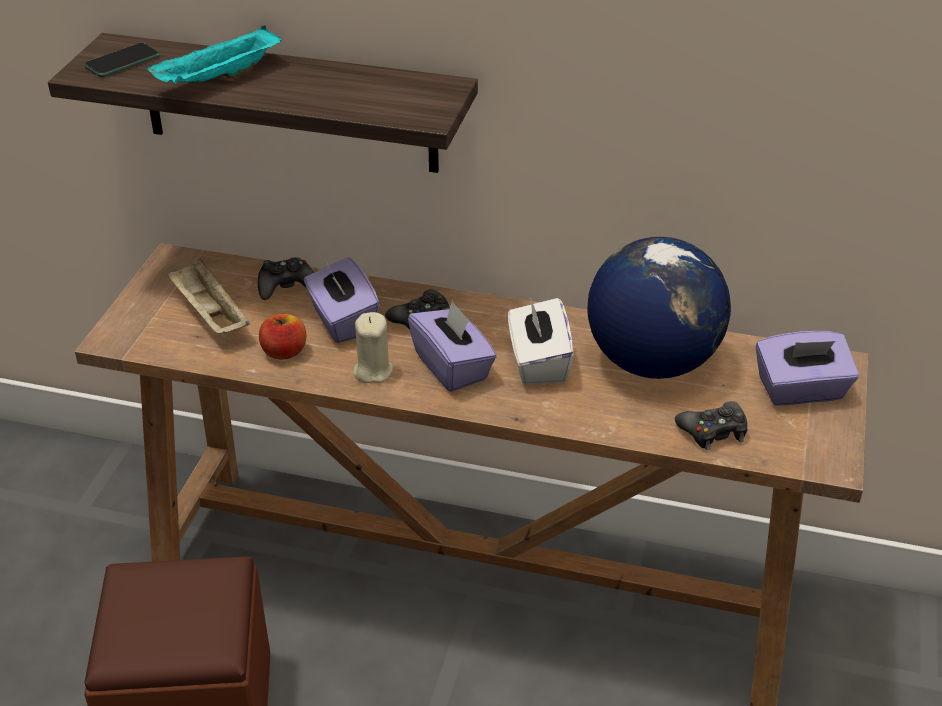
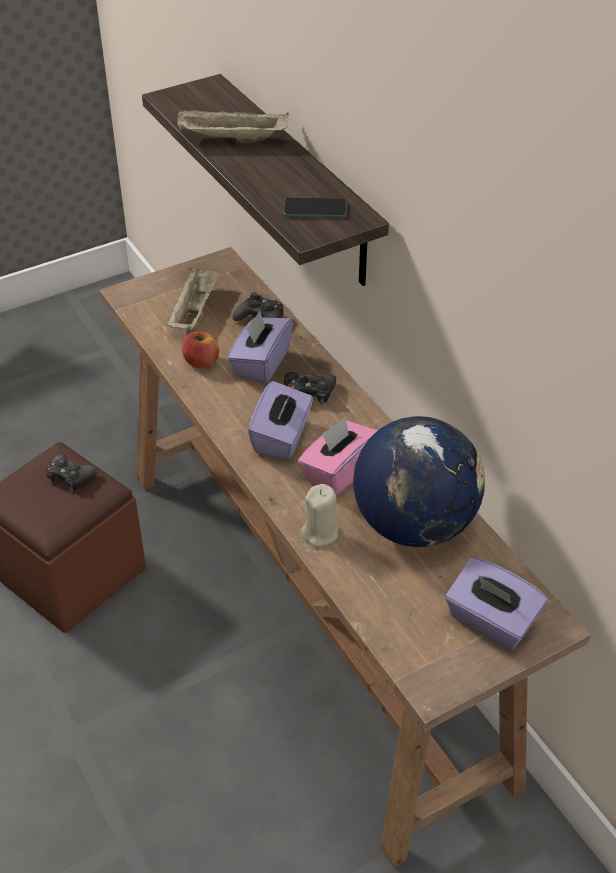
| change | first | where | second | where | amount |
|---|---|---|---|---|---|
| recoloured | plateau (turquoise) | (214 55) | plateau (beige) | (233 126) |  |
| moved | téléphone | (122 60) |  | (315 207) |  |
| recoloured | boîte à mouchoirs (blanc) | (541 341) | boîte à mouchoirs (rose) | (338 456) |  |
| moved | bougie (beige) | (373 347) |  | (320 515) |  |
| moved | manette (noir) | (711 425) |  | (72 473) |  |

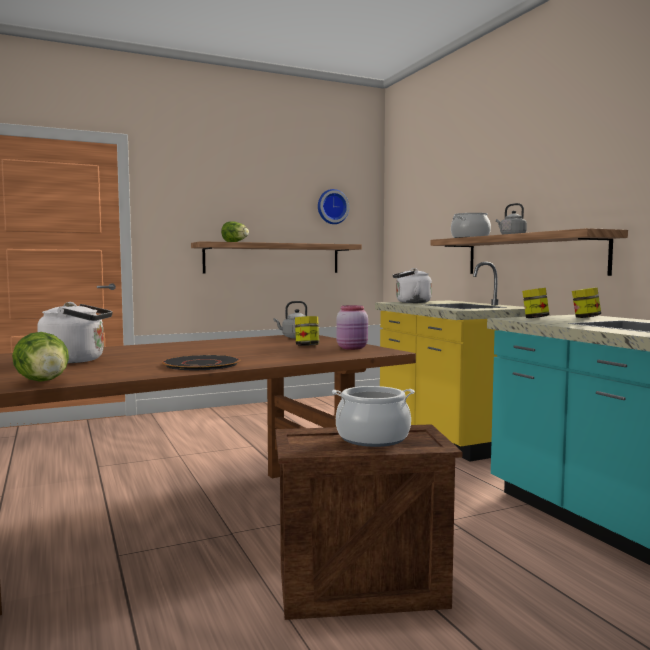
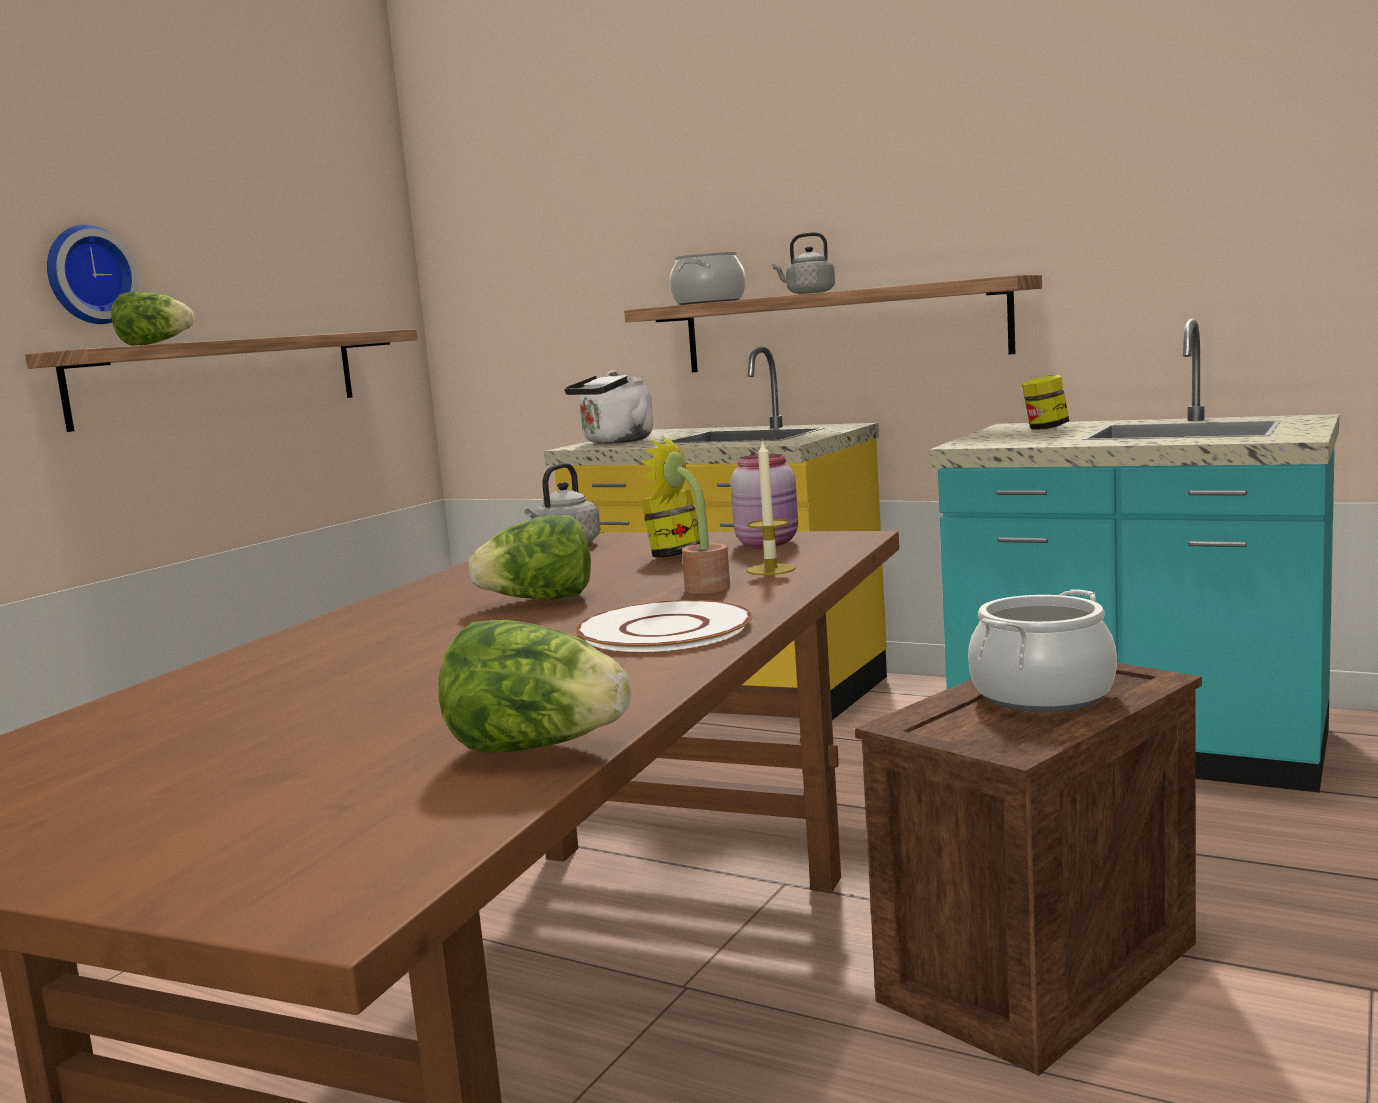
| change | first | where | second | where | amount |
|---|---|---|---|---|---|
| moved | horloge murale | (333 206) |  | (93 274) |  |
| removed | bocal | (536 303) |  |  |  |
| removed | bouilloire (blanc) | (75 332) |  |  |  |
| recoloured | assiette (noir) | (201 362) | assiette (blanc) | (664 626) |  |
| added |  |  | plante en pot | (685 515) |  |
| added |  |  | bougie | (771 507) |  |
| added |  |  | laitue | (529 557) |  |

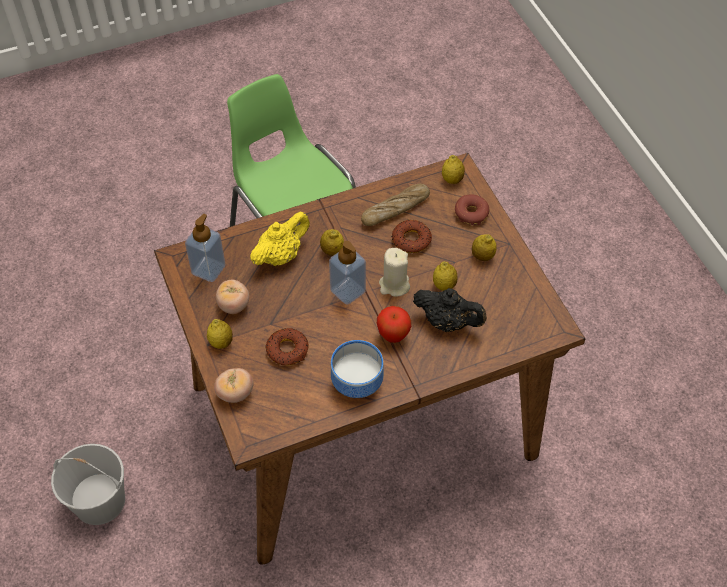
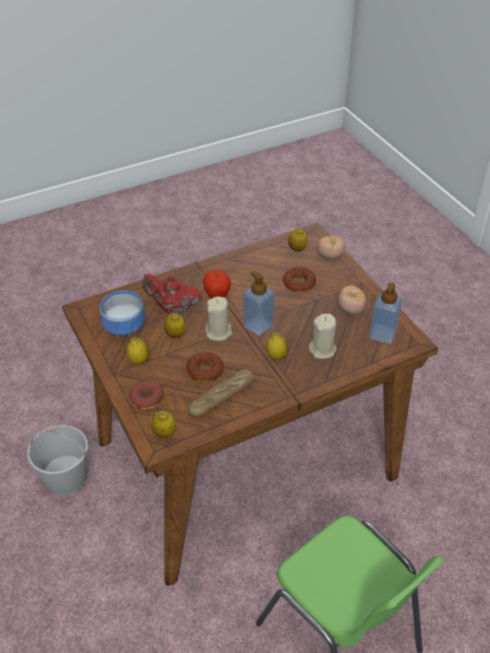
| change | first | where | second | where | amount |
|---|---|---|---|---|---|
| replaced | théière (jaune) | (280 239) | bougie (beige) | (322 336) |  |
| recoloured | théière (noir) | (450 310) | théière (rouge) | (172 294) |  |
| moved | citron | (220 334) |  | (297 239) |  |
| moved | bol | (357 369) |  | (122 313) |  |
| moved | seau (blanc) | (88 484) |  | (57 460) |  |

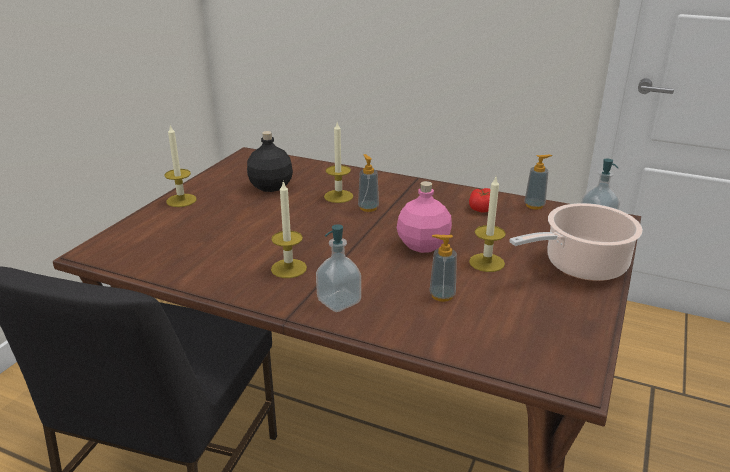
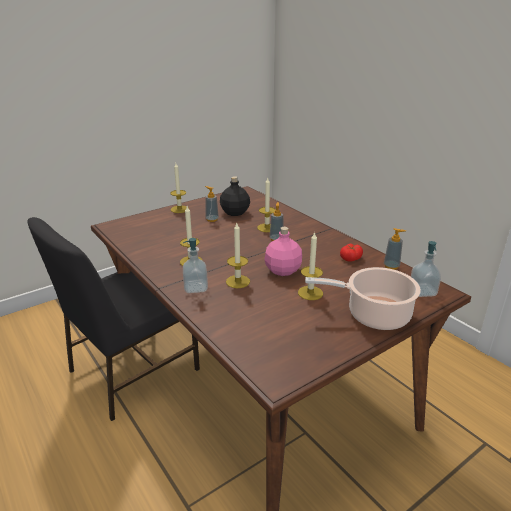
| change | first | where | second | where | amount |
|---|---|---|---|---|---|
| moved | distributeur de savon | (443 268) |  | (212 204) |  |
| added |  |  | bougie | (238 255) |  |

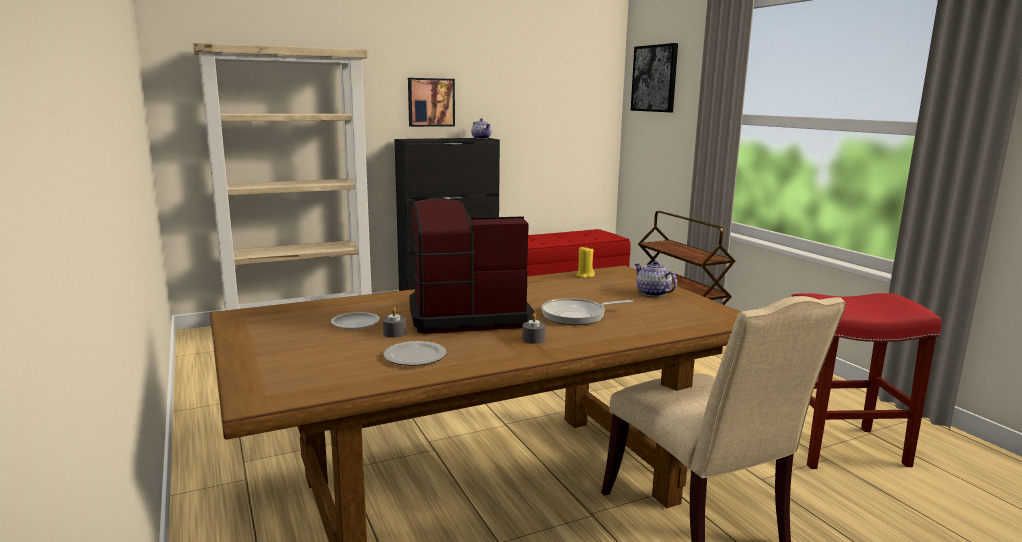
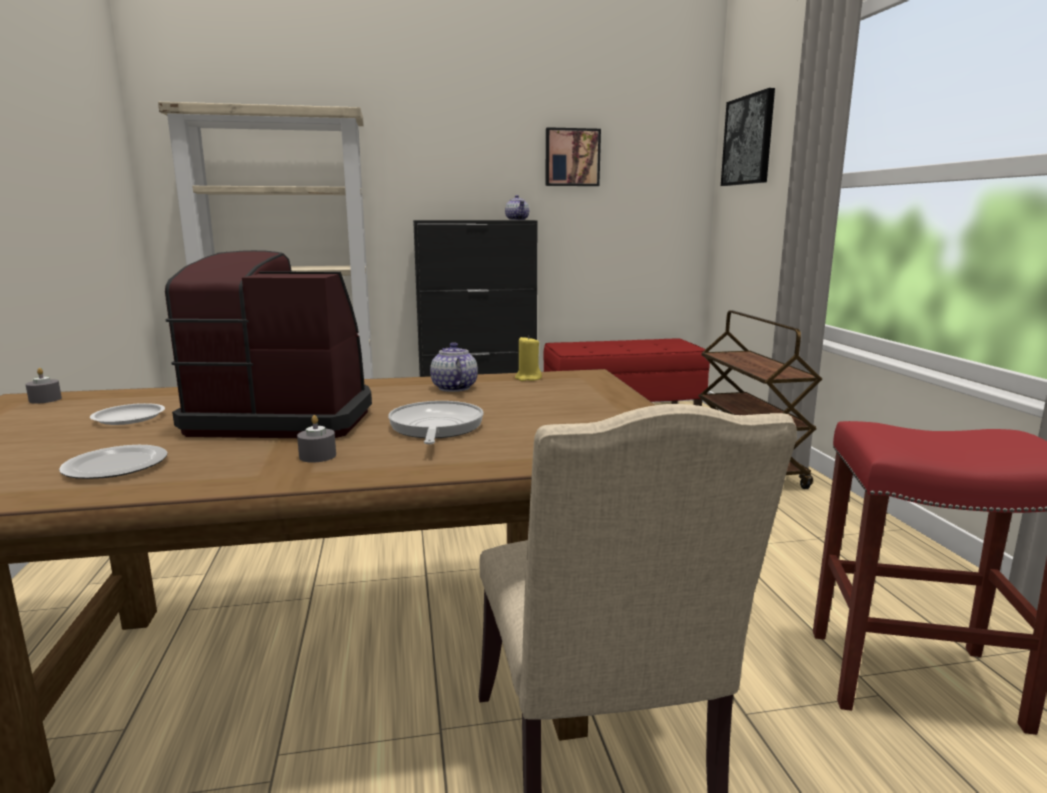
| change | first | where | second | where | amount |
|---|---|---|---|---|---|
| moved | tableau | (431 102) |  | (573 156) |  |
| moved | théière | (655 279) |  | (454 367) |  |
| turned | poêle | (587 311) |  | (436 422) | 90 degrees clockwise |
| moved | bougie (gris) | (394 323) |  | (43 386) |  |

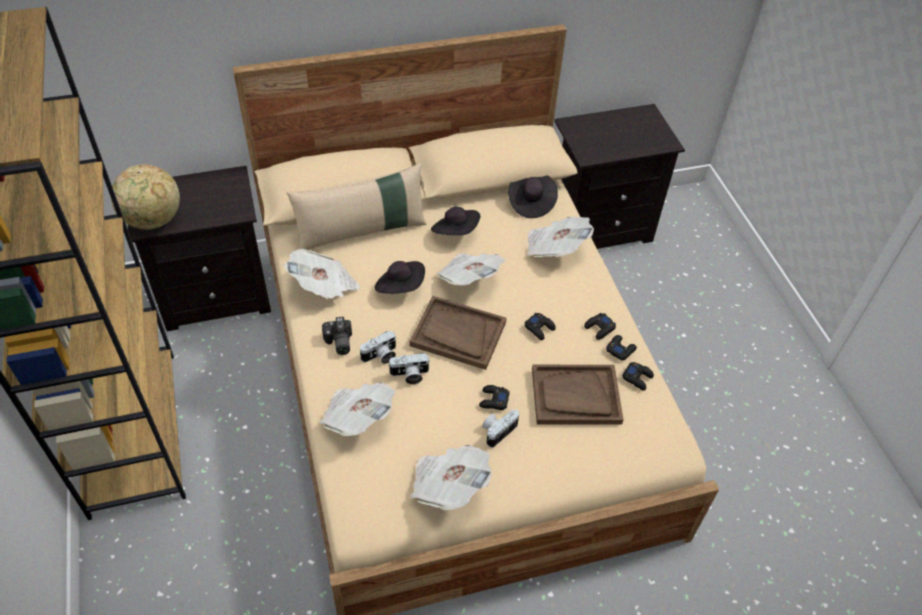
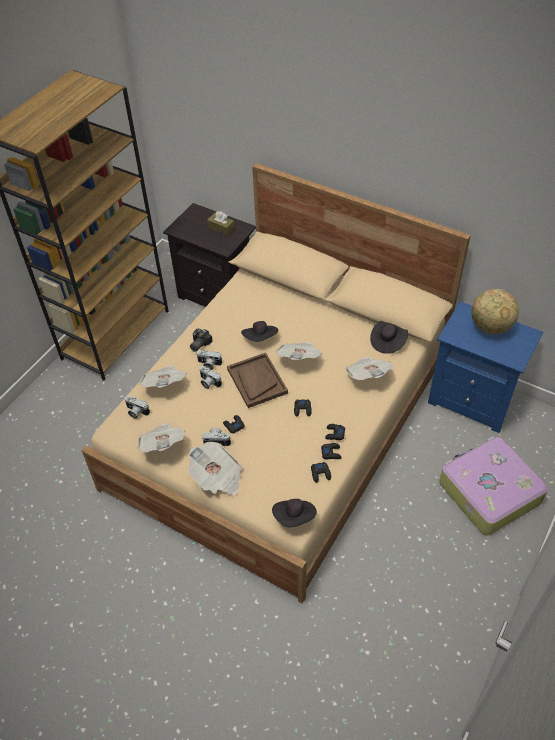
| change | first | where | second | where | amount |
|---|---|---|---|---|---|
| recoloured | table de chevet (noir) | (619 176) | table de chevet (bleu) | (485 367) |  |
| removed | coussin (beige) | (356 206) |  |  |  |
| moved | globe | (145 197) |  | (495 311) |  |
| moved | chapeau (noir) | (455 221) |  | (294 513) |  |
| moved | journal | (322 274) |  | (215 468) |  |
| removed | plateau (marron) | (577 395) |  |  |  |
| added |  |  | boîte à mouchoirs (marron) | (221 223) |  |
| added |  |  | appareil photo | (137 407) |  |
| added |  |  | valise | (493 486) |  |

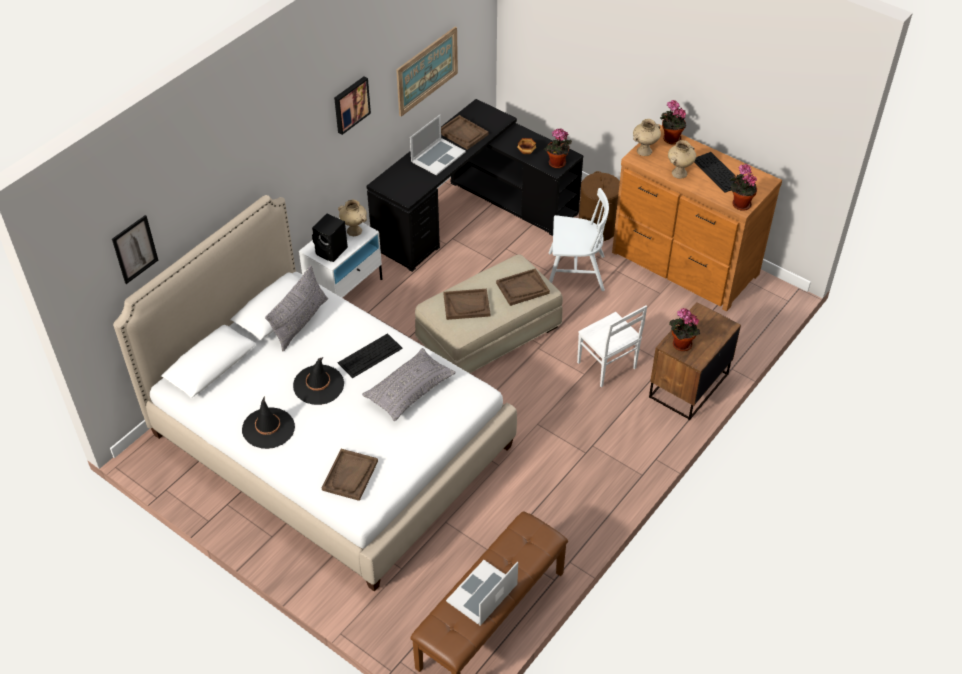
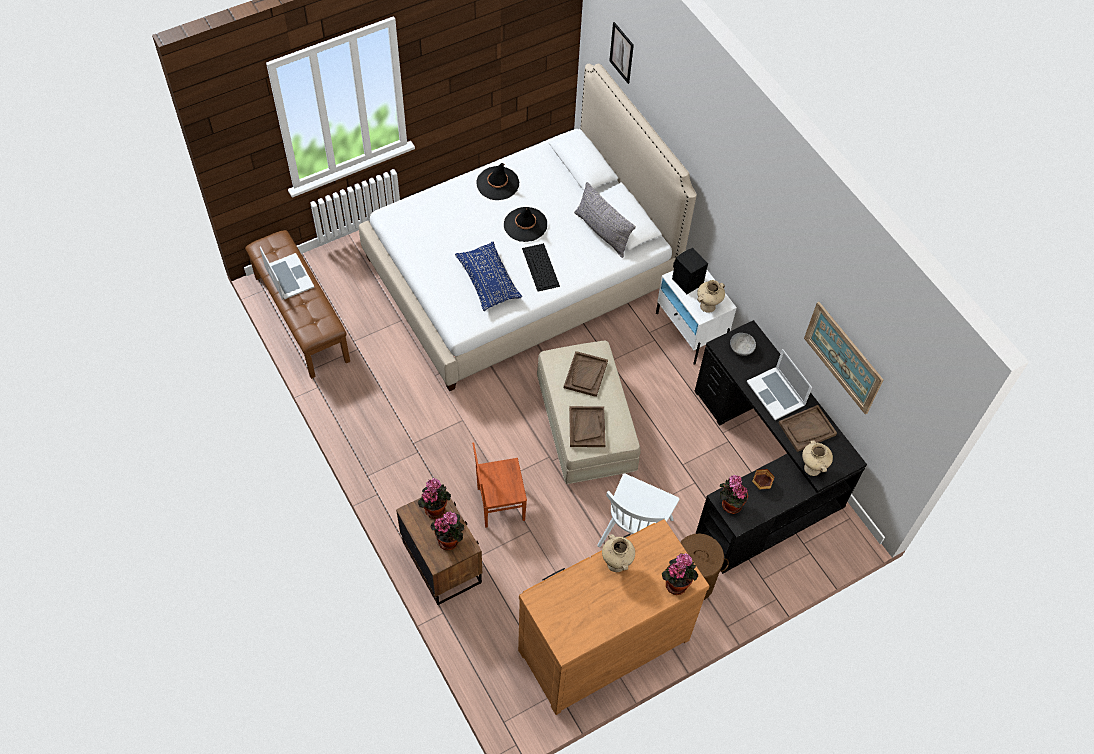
| change | first | where | second | where | amount |
|---|---|---|---|---|---|
| removed | tableau | (352 106) |  |  |  |
| moved | vase (beige) | (647 137) |  | (817 458) |  |
| removed | clavier | (716 172) |  |  |  |
| moved | plante en pot | (743 187) |  | (447 531) |  |
| recoloured | chaise (blanc) | (612 346) | chaise (marron) | (499 485) |  |
| recoloured | coussin (gris) | (409 384) | coussin (bleu) | (488 276) |  |
| removed | plateau (marron) | (350 475) |  |  |  |
| added |  |  | bol (gris) | (743 344) |  |

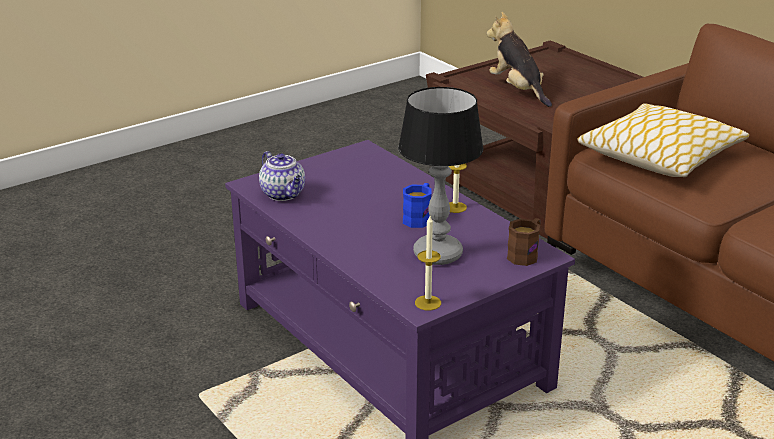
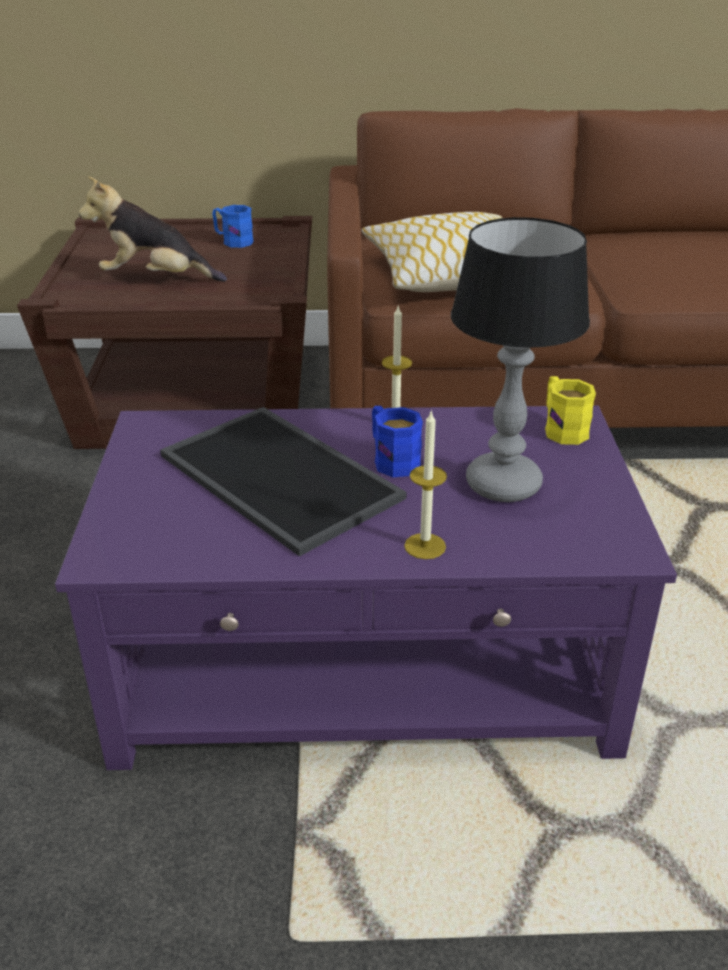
| change | first | where | second | where | amount |
|---|---|---|---|---|---|
| removed | théière | (282 176) |  |  |  |
| moved | bougie | (428 263) |  | (425 485) |  |
| recoloured | mug (marron) | (523 242) | mug (jaune) | (570 410) |  |
| added |  |  | mug (bleu) | (233 226) |  |
| added |  |  | plateau | (283 482) |  |

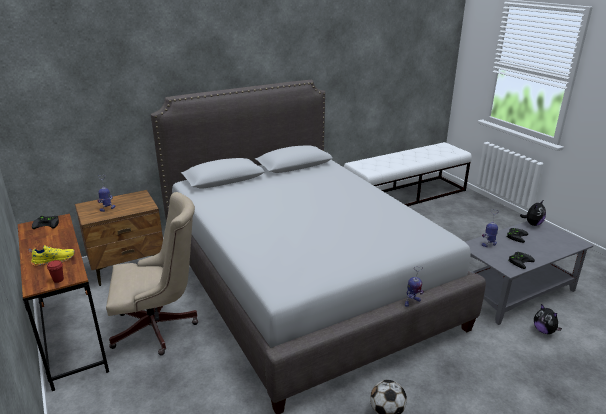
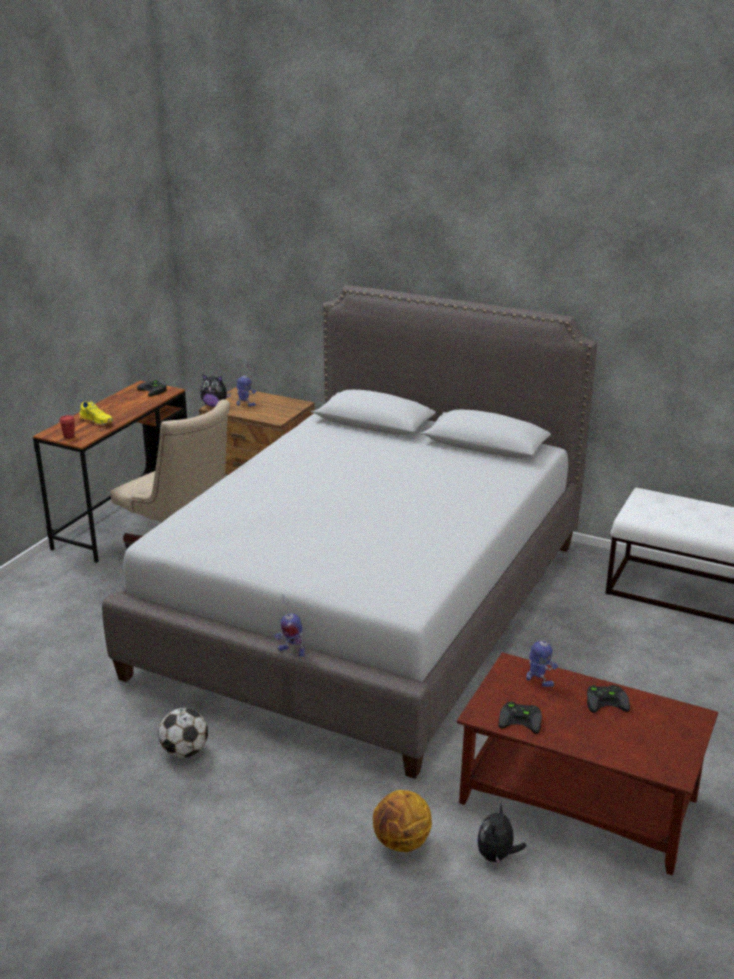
| change | first | where | second | where | amount |
|---|---|---|---|---|---|
| moved | peluche | (533 213) |  | (215 390) |  |
| recoloured | table basse (gris) | (529 273) | table basse (marron) | (587 764) |  |
| added |  |  | ballon de basket | (402 821) |  |

